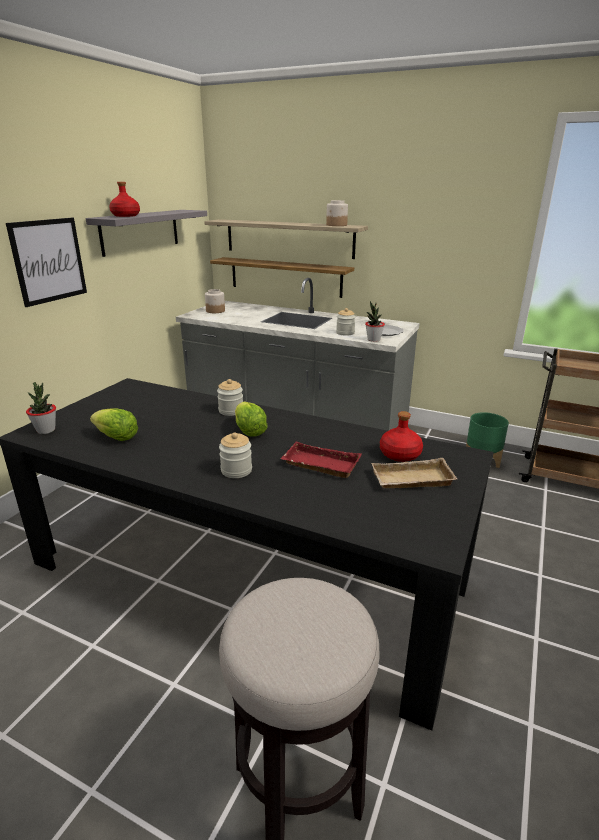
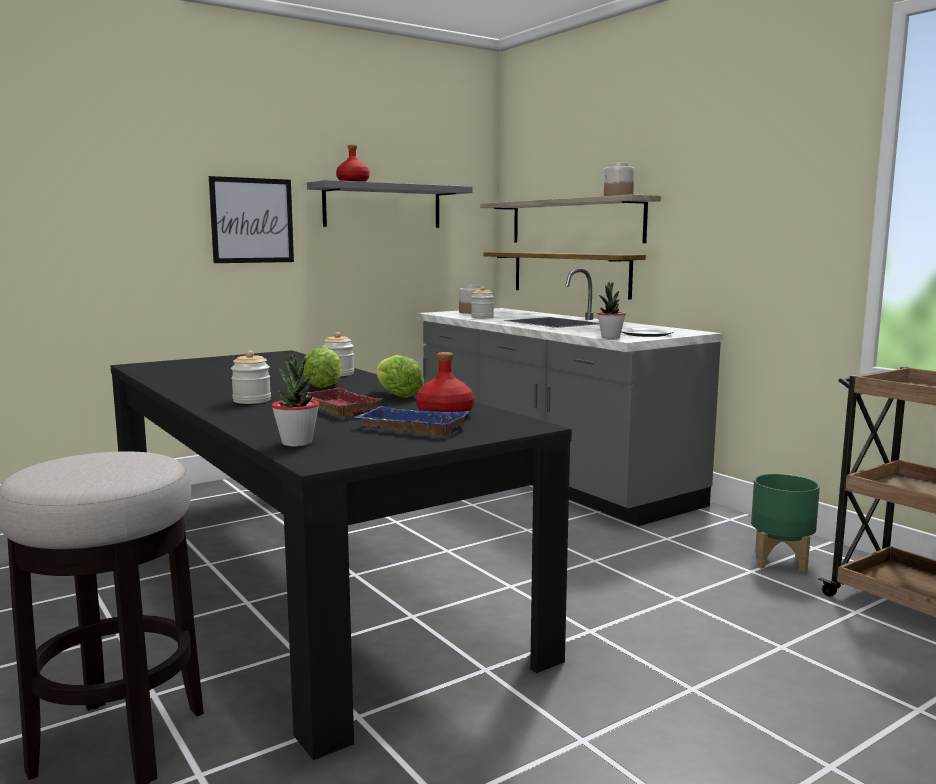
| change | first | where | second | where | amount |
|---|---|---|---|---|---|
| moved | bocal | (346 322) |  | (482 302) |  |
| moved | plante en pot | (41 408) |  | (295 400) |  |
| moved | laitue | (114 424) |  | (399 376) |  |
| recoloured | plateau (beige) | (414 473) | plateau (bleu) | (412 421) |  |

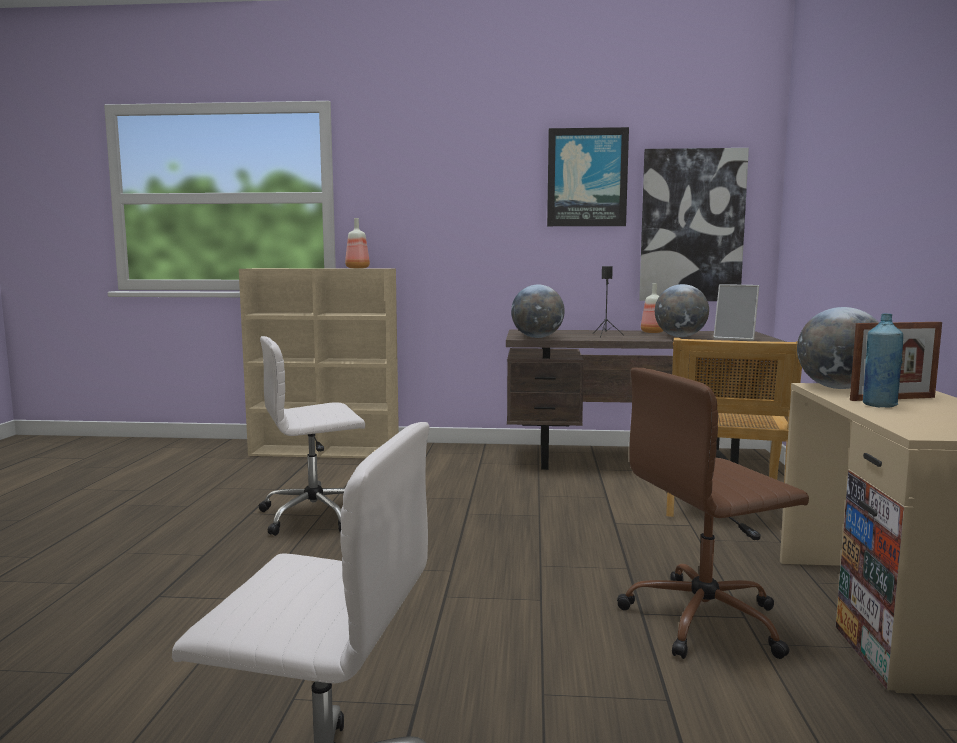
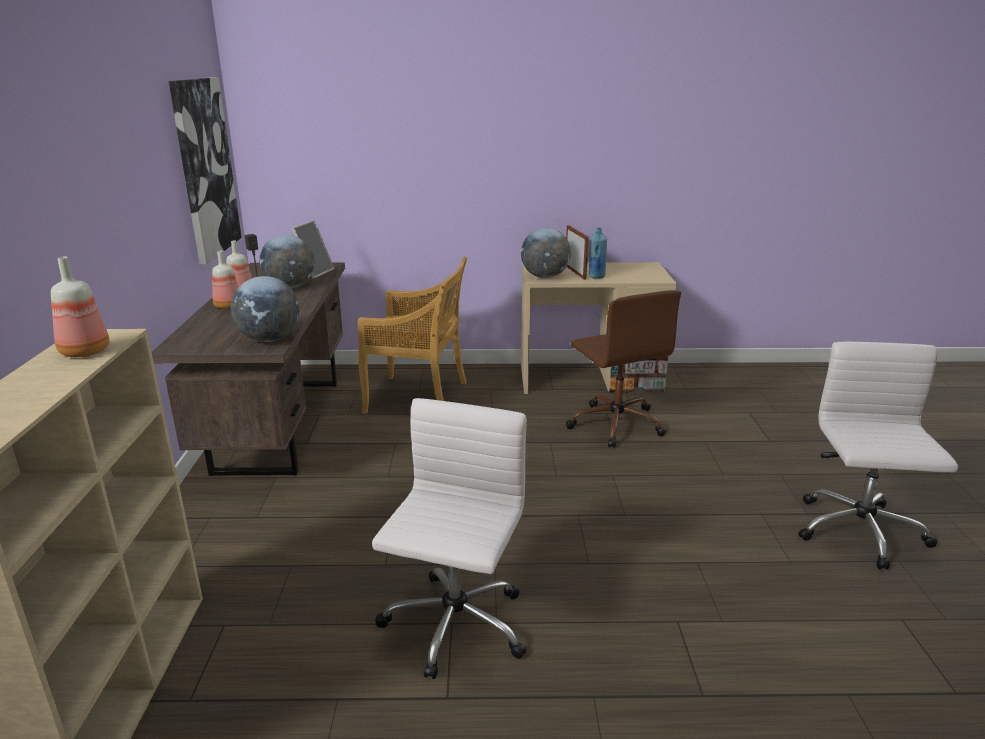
| change | first | where | second | where | amount |
|---|---|---|---|---|---|
| removed | tableau | (588 176) |  |  |  |
| turned | chaise de bureau (blanc) | (312 436) |  | (449 538) | 135 degrees counterclockwise |
| added |  |  | bouteille | (225 280) |  |

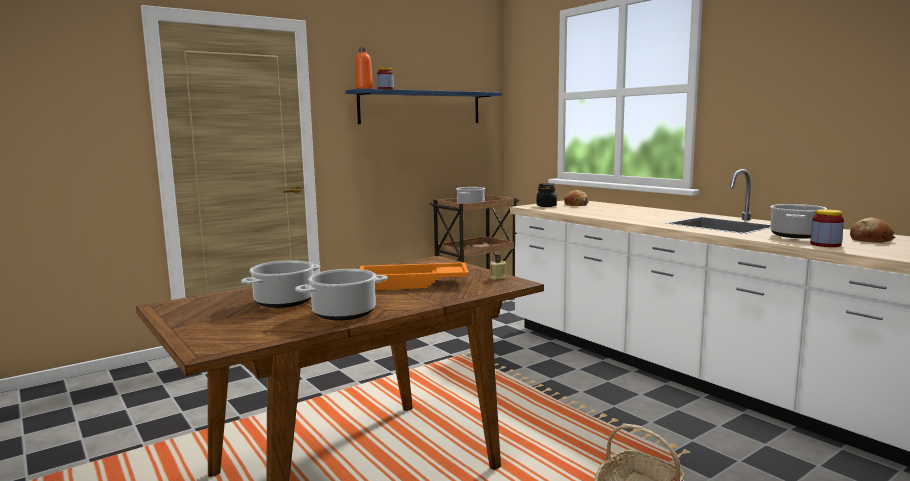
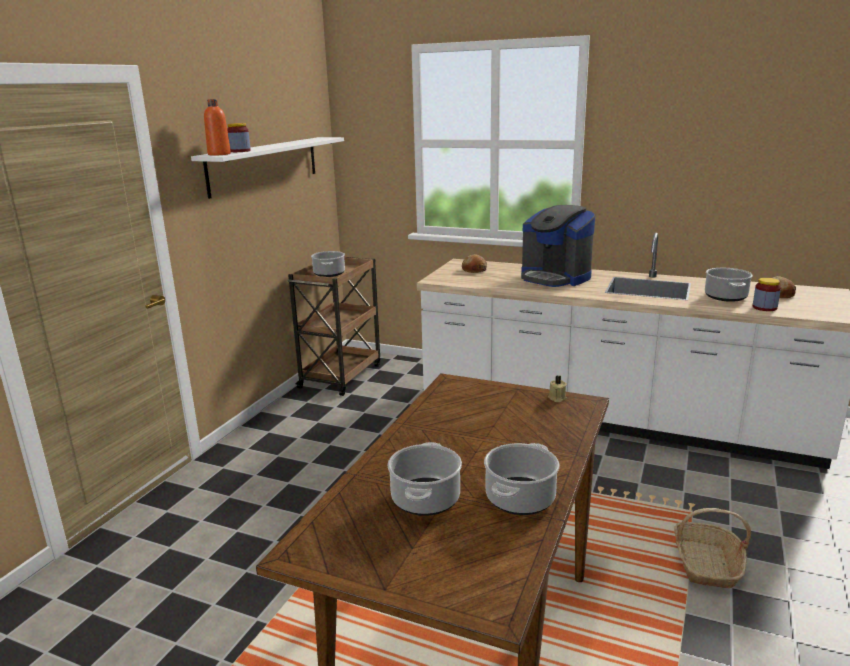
| change | first | where | second | where | amount |
|---|---|---|---|---|---|
| recoloured | étagère (bleu) | (423 106) | étagère (blanc) | (267 168) |  |
| removed | bocal (noir) | (547 195) |  |  |  |
| removed | plateau (orange) | (414 276) |  |  |  |
| added |  |  | machine à café | (558 246) |  |

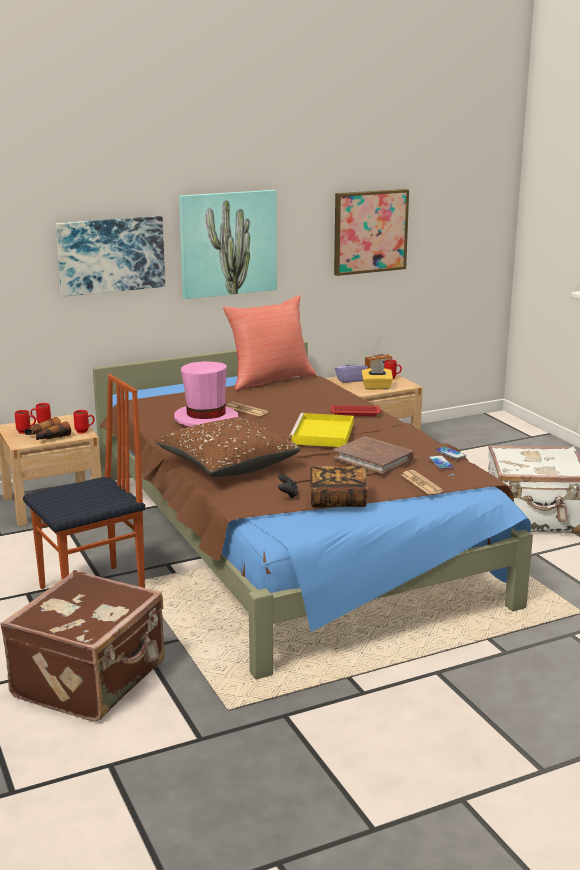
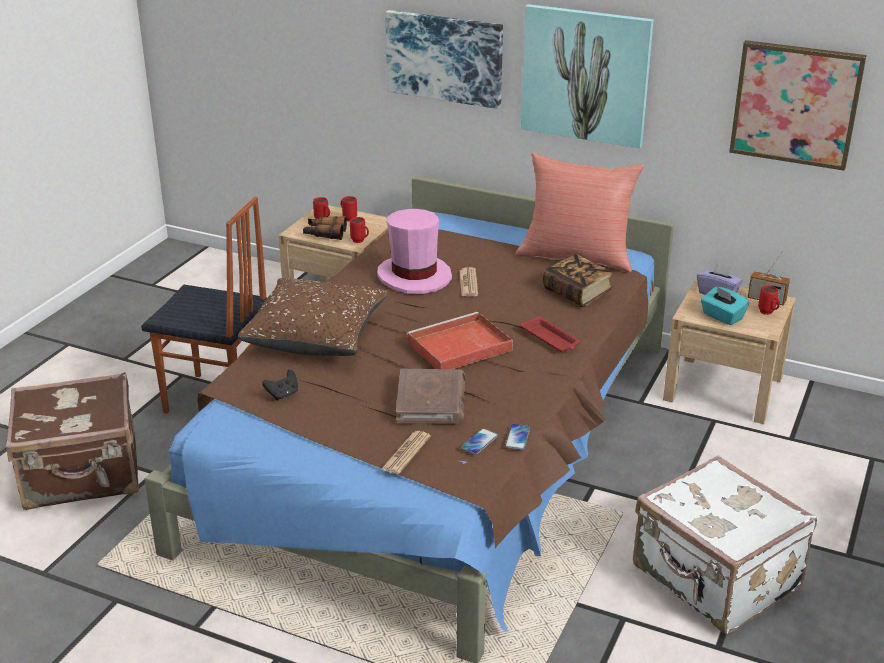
| change | first | where | second | where | amount |
|---|---|---|---|---|---|
| recoloured | boîte à mouchoirs (jaune) | (377 378) | boîte à mouchoirs (turquoise) | (725 306) |  |
| recoloured | plateau (jaune) | (321 430) | plateau (rouge) | (460 340) |  |
| moved | livre | (339 487) |  | (578 280) |  |

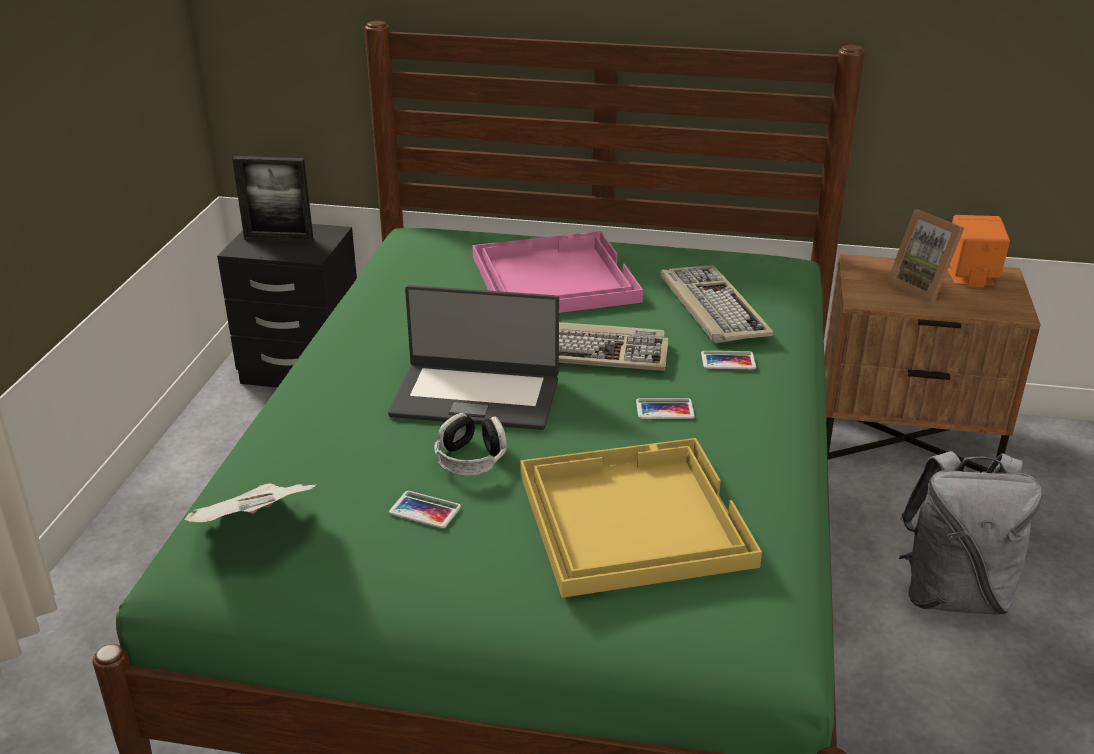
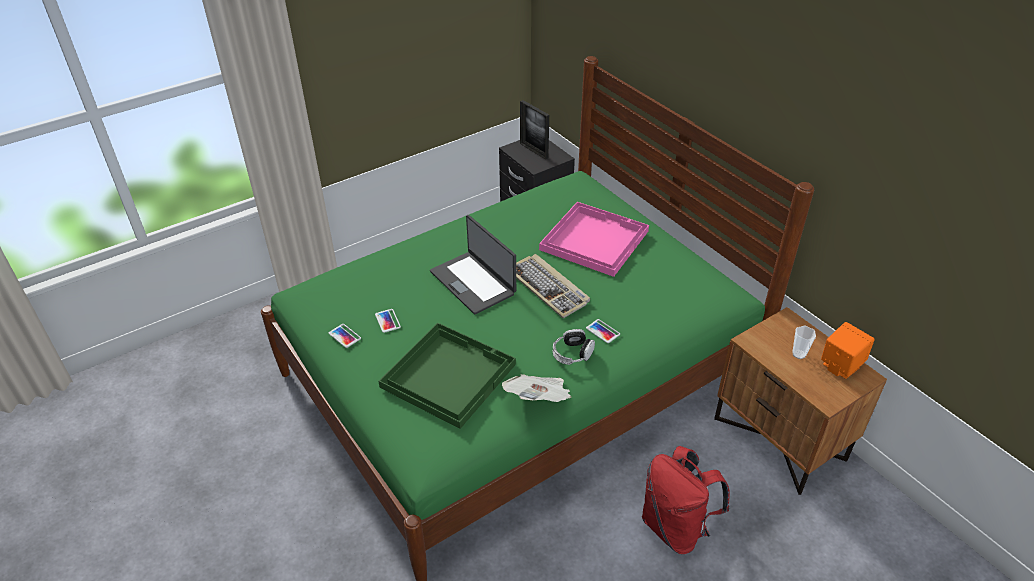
| change | first | where | second | where | amount |
|---|---|---|---|---|---|
| replaced | cadre photo | (925 256) | tasse | (804 342) |  |
| removed | clavier | (717 304) |  |  |  |
| moved | téléphone | (665 408) |  | (345 336) |  |
| moved | casque audio | (470 444) |  | (574 347) |  |
| recoloured | plateau (jaune) | (641 518) | plateau (vert) | (447 376) |  |
| recoloured | sac à dos (gris) | (970 533) | sac à dos (rouge) | (686 500) |  |
| moved | journal | (251 502) |  | (536 388) |  |

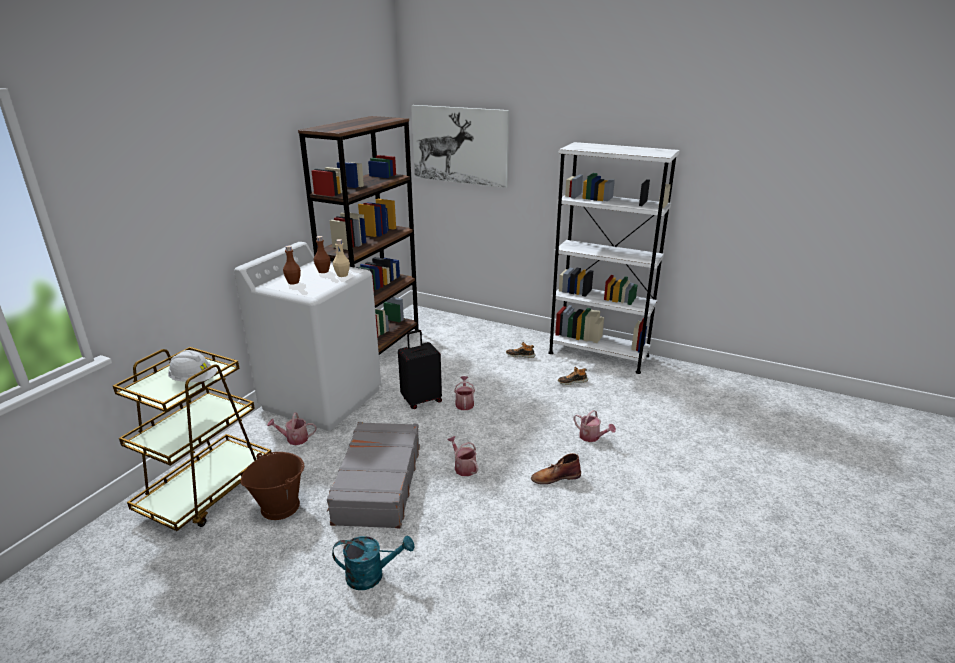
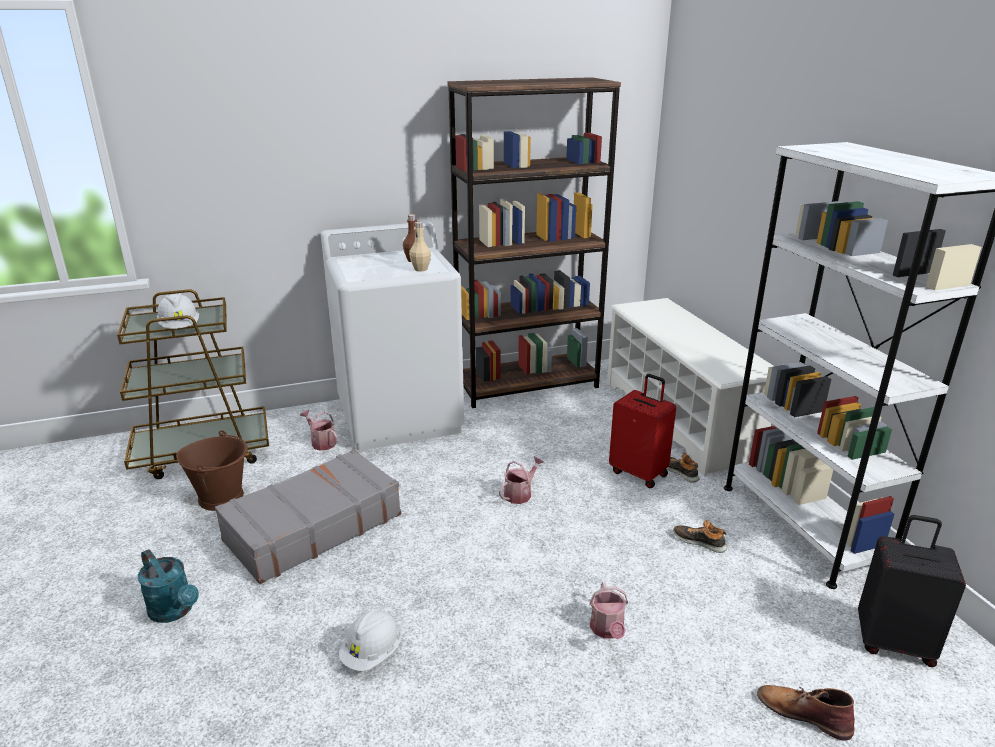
| change | first | where | second | where | amount |
|---|---|---|---|---|---|
| removed | tableau | (460 146) |  |  |  |
| removed | bouteille (marron) | (292 264) |  |  |  |
| moved | valise (noir) | (420 369) |  | (912 591) |  |
| removed | arrosoir | (462 456) |  |  |  |
| moved | botte (marron) | (556 468) |  | (806 713) |  |
| added |  |  | étagère à chaussures (blanc) | (690 387) |  |
| added |  |  | valise (rouge) | (642 431) |  |
| added |  |  | casque de chantier (blanc) | (370 640) |  |

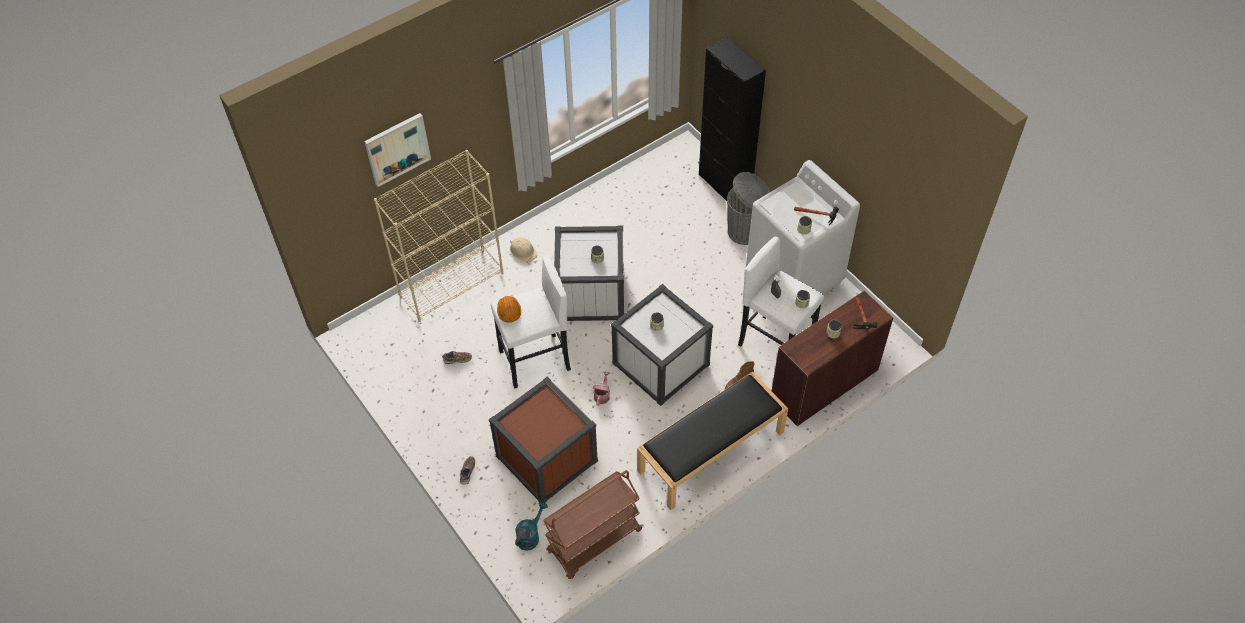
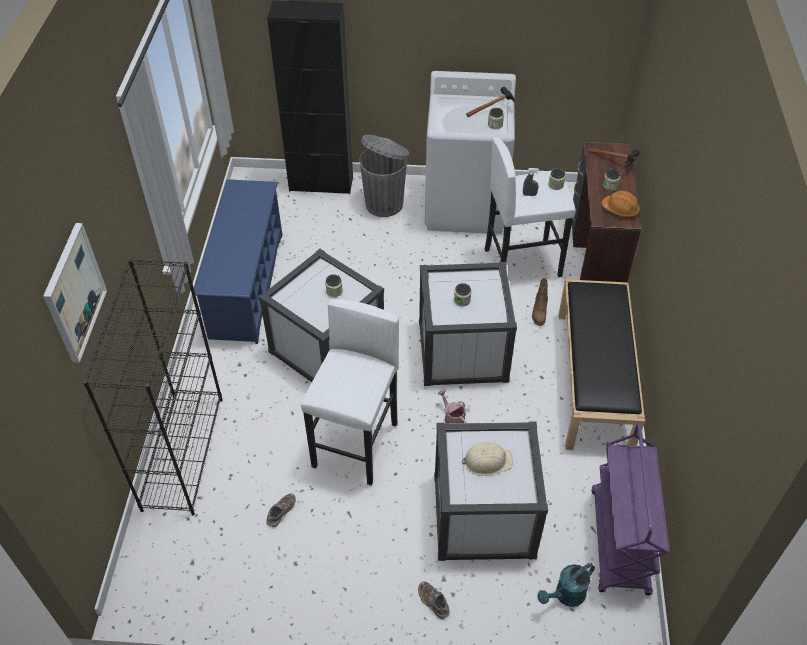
| change | first | where | second | where | amount |
|---|---|---|---|---|---|
| recoloured | bibliothèque (beige) | (439 236) | bibliothèque (noir) | (153 387) |  |
| moved | casque de chantier (beige) | (524 249) |  | (487 459) |  |
| moved | casque de chantier (orange) | (509 309) |  | (621 204) |  |
| recoloured | boîte de rangement (marron) | (543 439) | boîte de rangement (blanc) | (491 491) |  |
| recoloured | chariot (marron) | (592 524) | chariot (violet) | (630 509) |  |
| turned | arrosoir (turquoise) | (531 526) |  | (566 585) | 105 degrees counterclockwise |
| added |  |  | étagère à chaussures (bleu) | (238 261) |  |

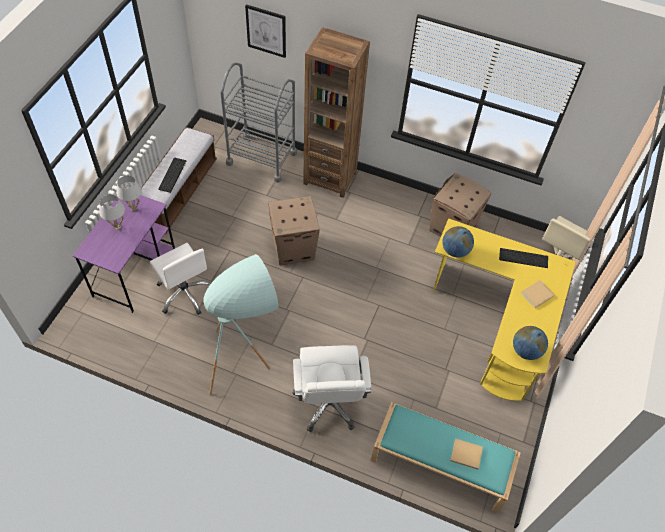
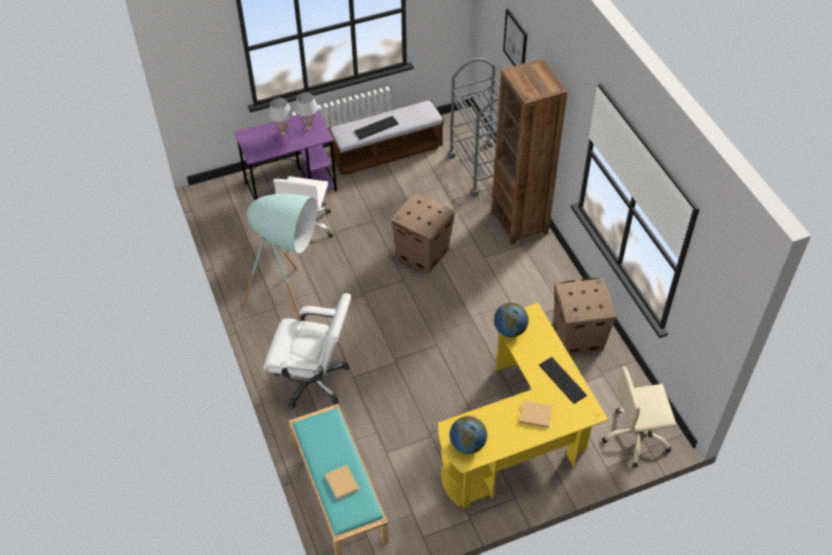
| change | first | where | second | where | amount |
|---|---|---|---|---|---|
| turned | chaise de bureau (blanc) | (332 388) |  | (307 351) | 120 degrees counterclockwise |

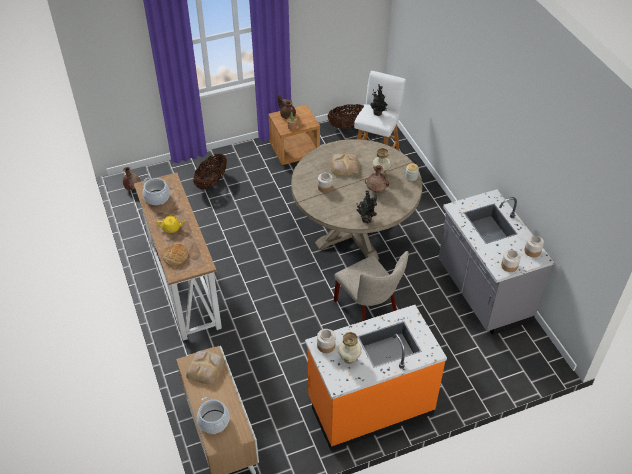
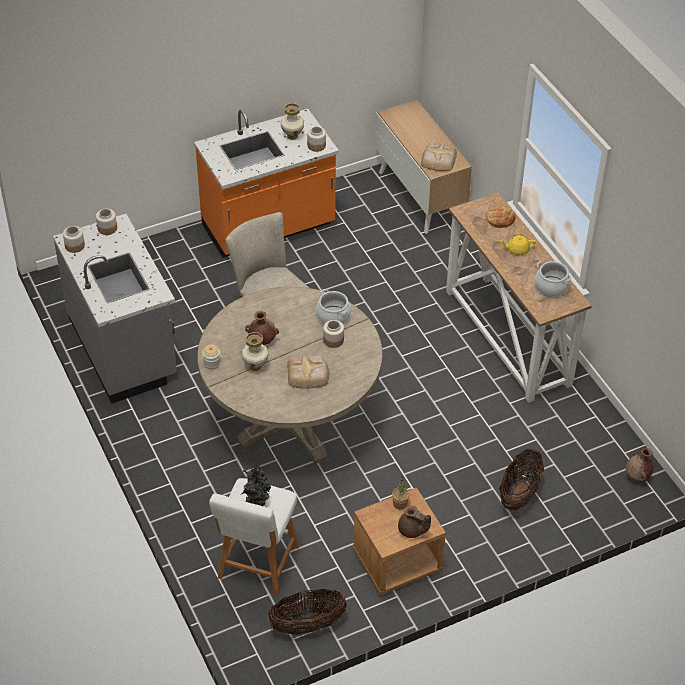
| change | first | where | second | where | amount |
|---|---|---|---|---|---|
| removed | plante en pot | (366 207) |  |  |  |
| moved | marmite | (213 415) |  | (333 306) |  |

